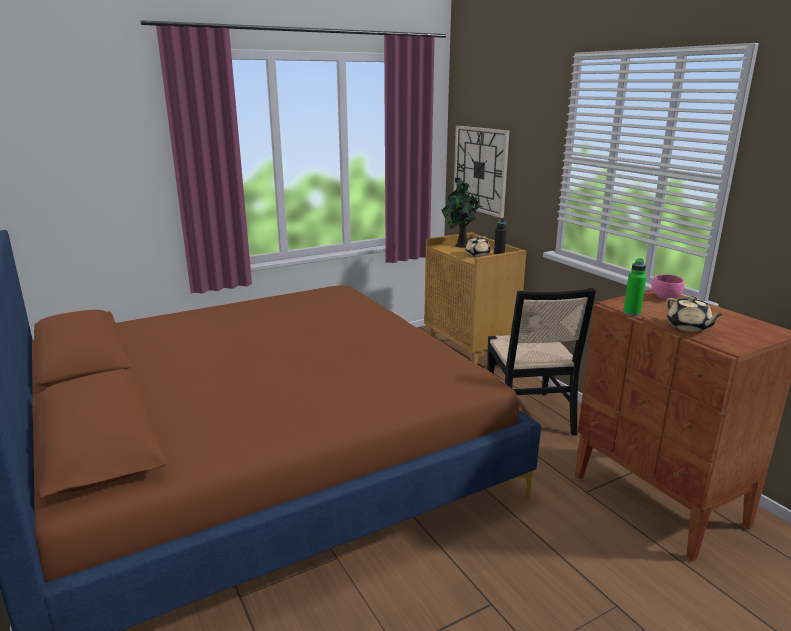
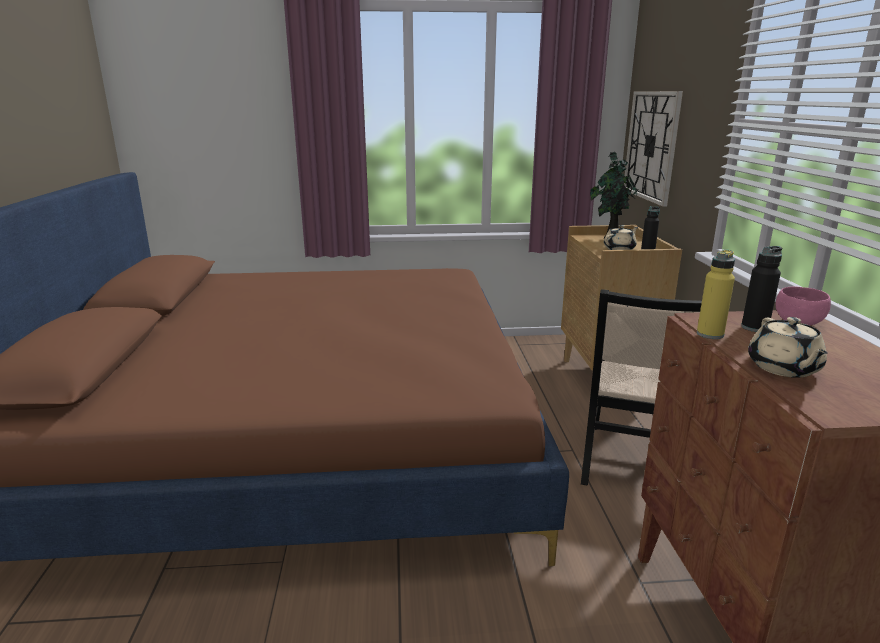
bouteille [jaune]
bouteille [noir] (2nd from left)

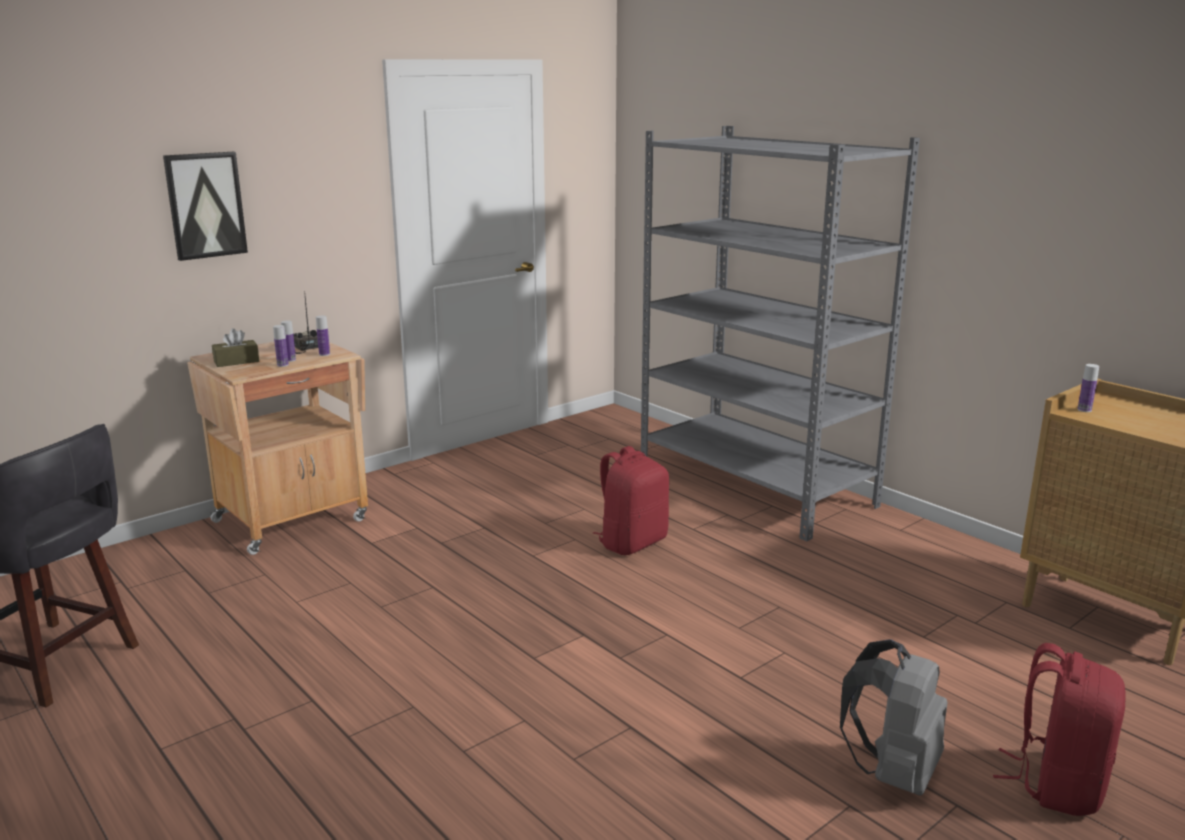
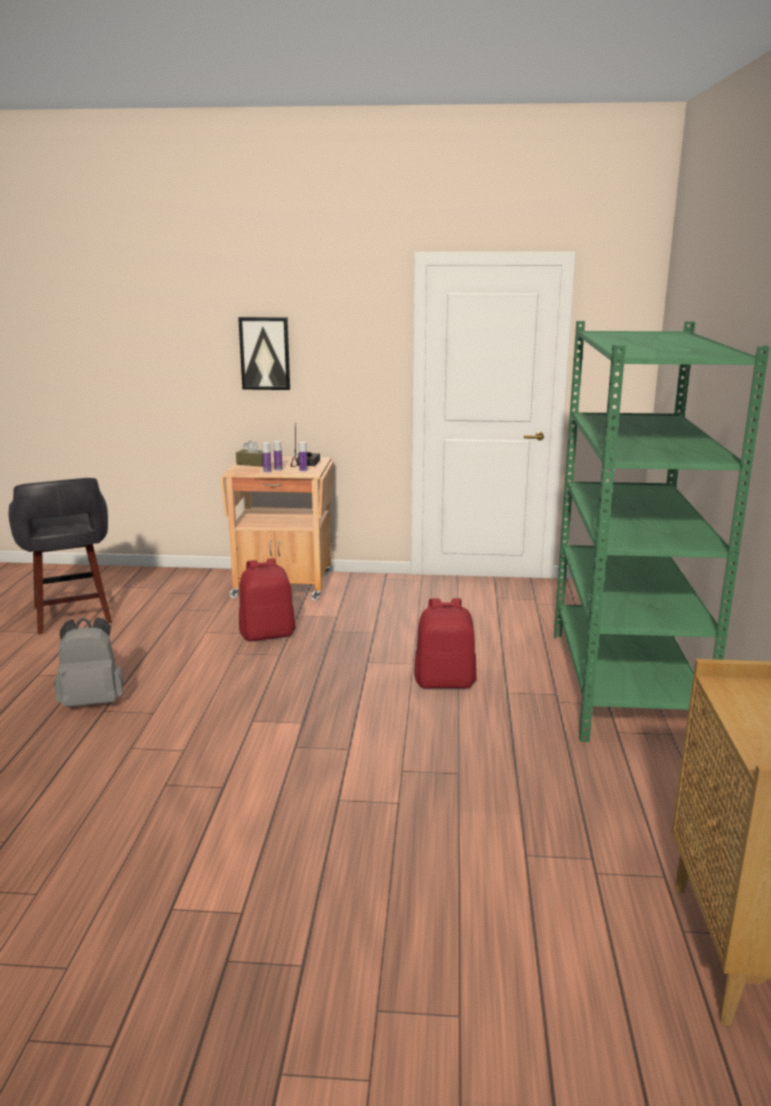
bibliothèque [vert]
bouteille (4th from left in the first image)
sac à dos [gris]
sac à dos [rouge] (1st from left)

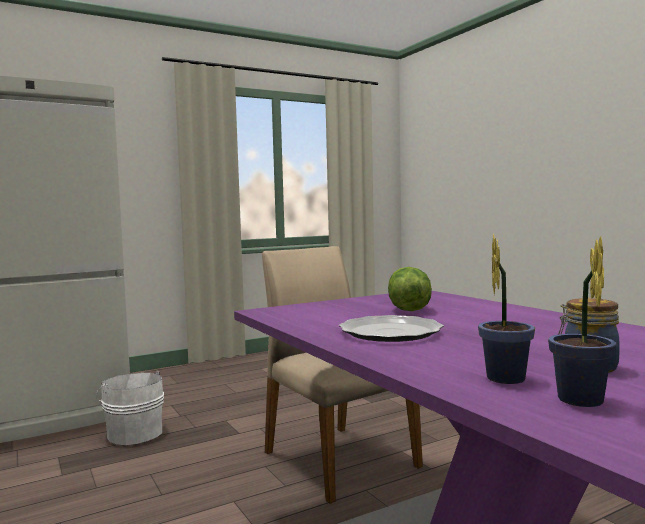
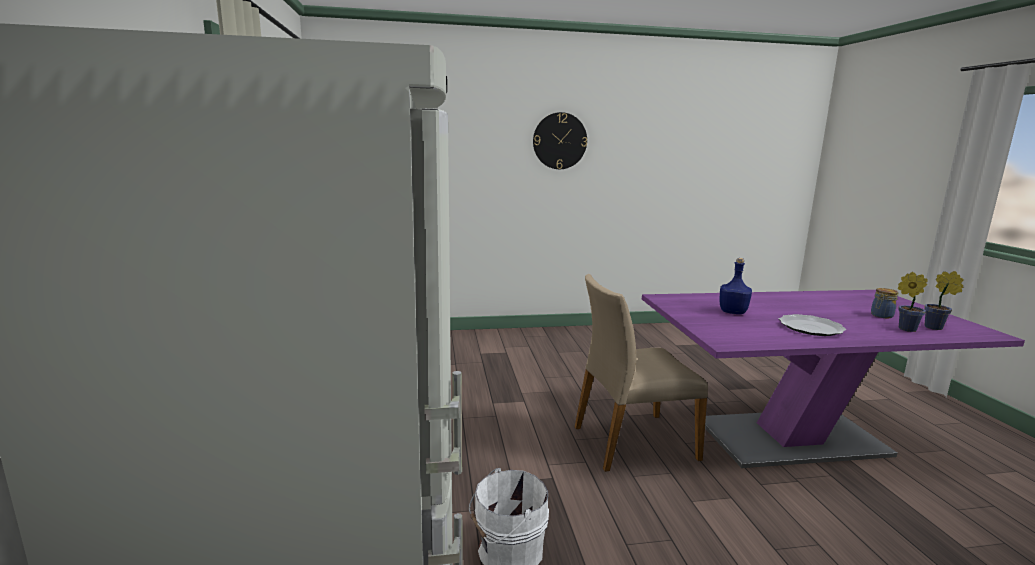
bouteille [bleu]
horloge murale

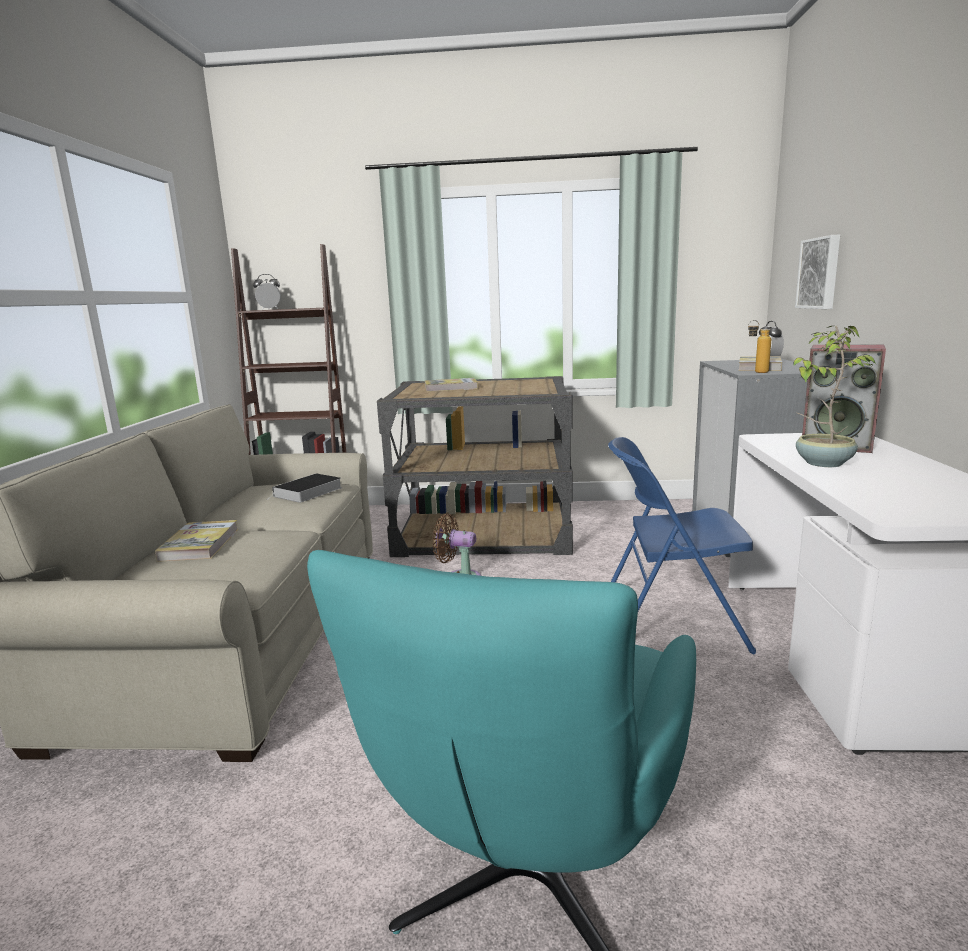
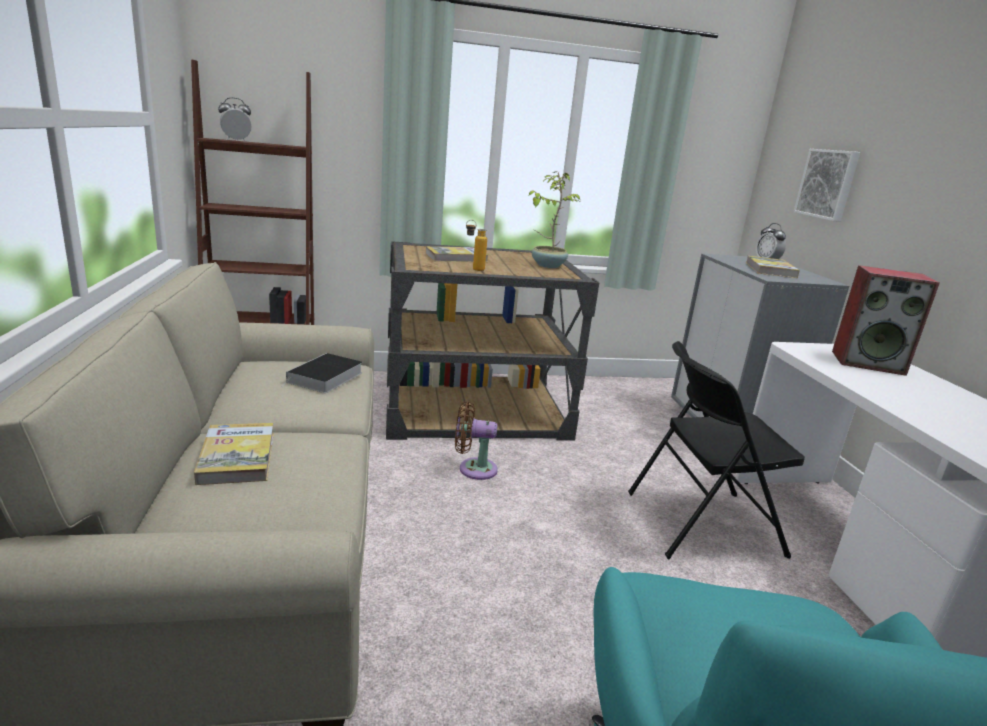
bouteille
plante en pot
chaise [noir]

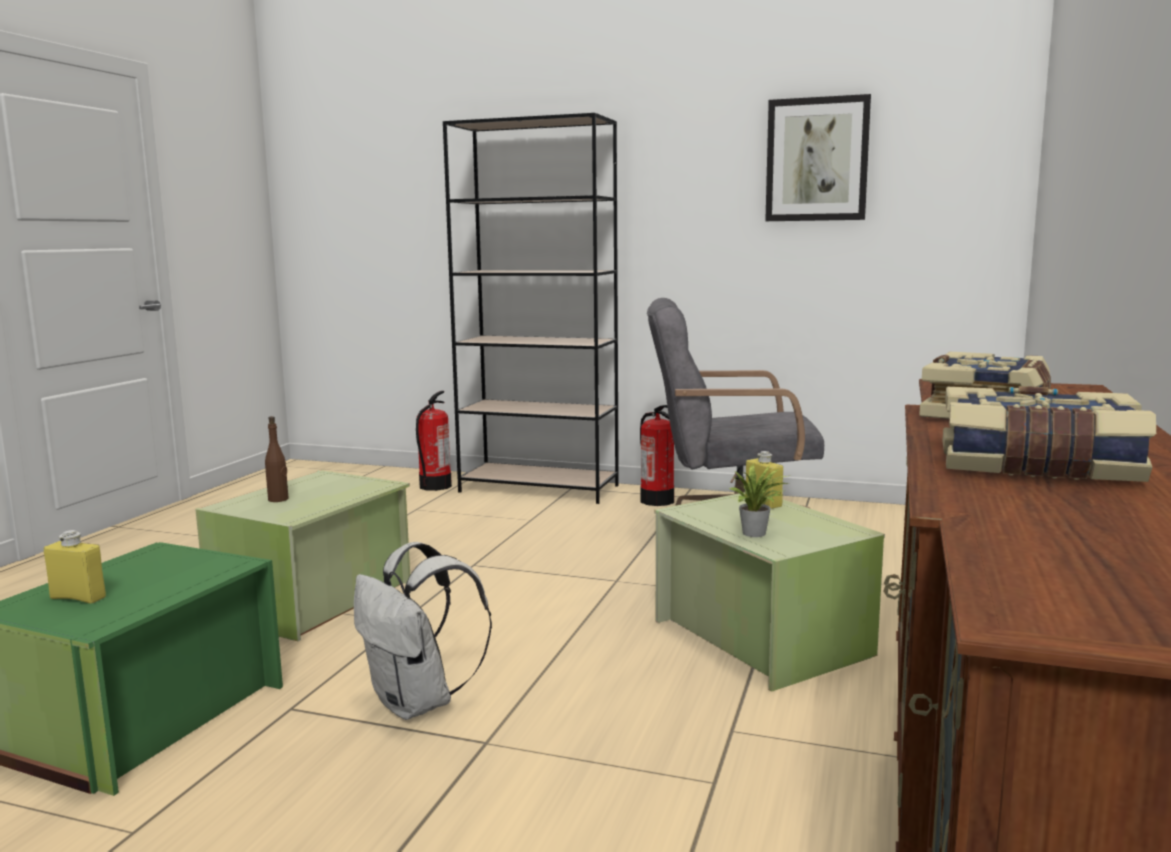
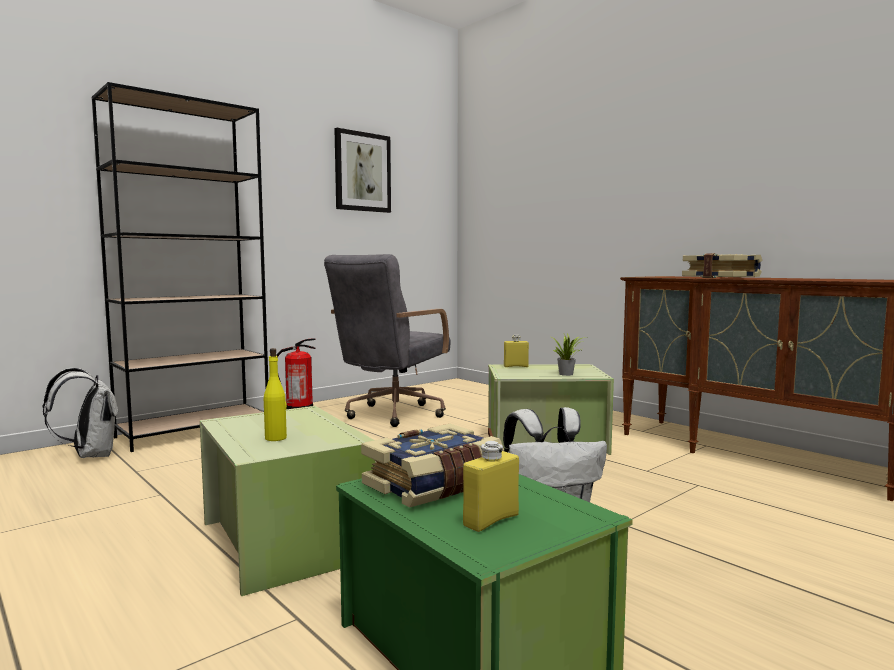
livre (1st from left)
sac à dos [blanc] (1st from left)
bouteille [jaune] (1st from left)

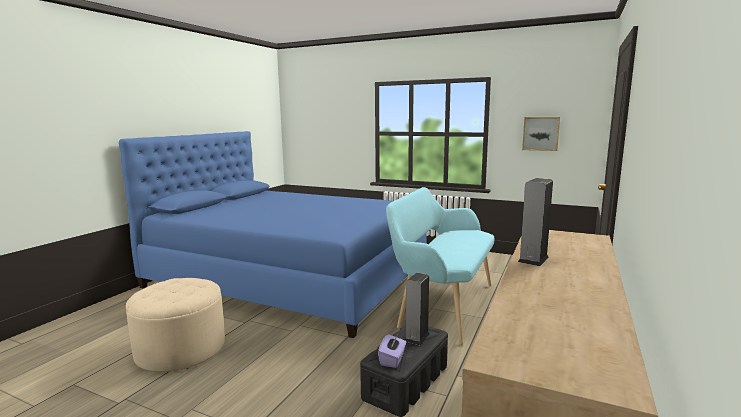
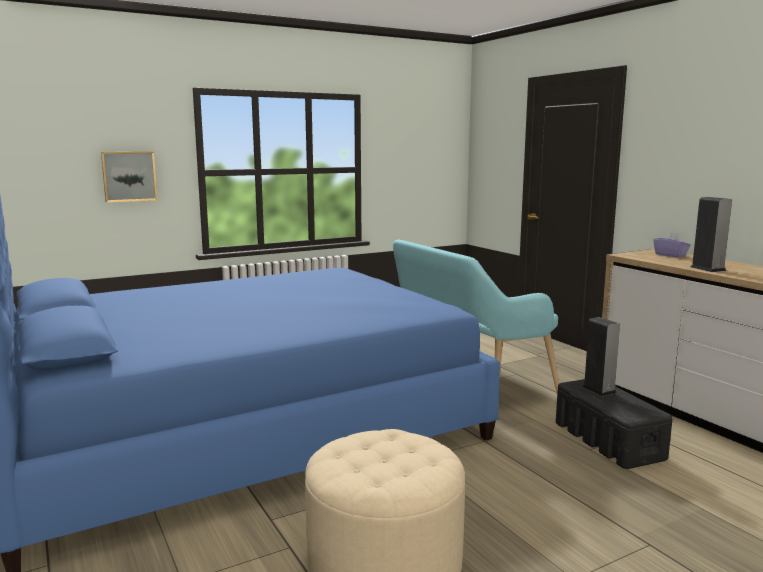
tableau
boîte à mouchoirs [violet]

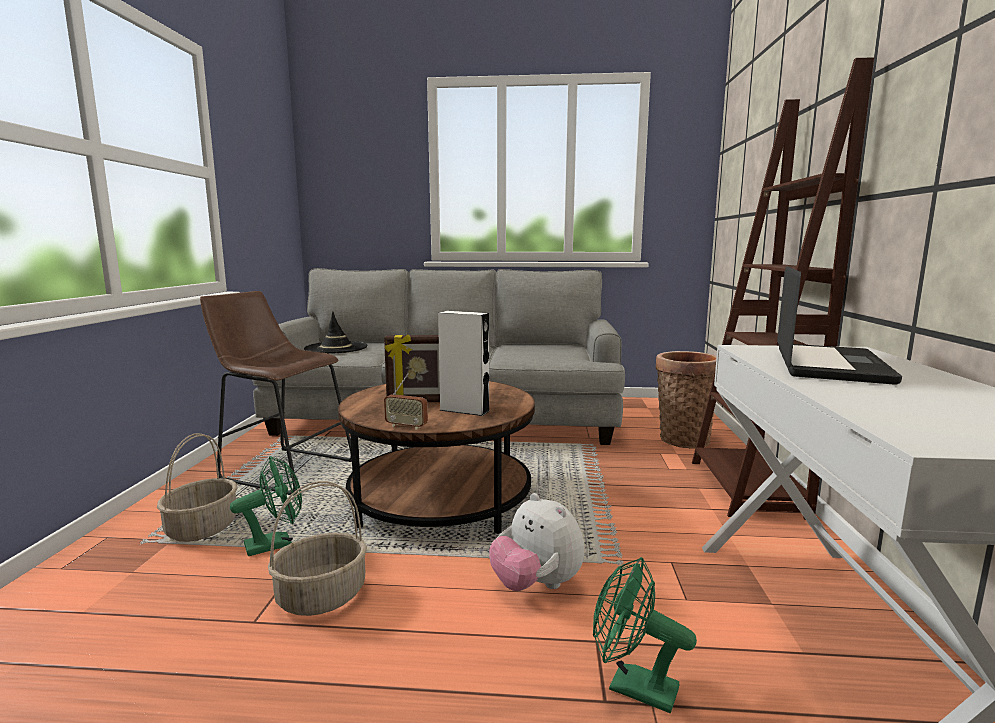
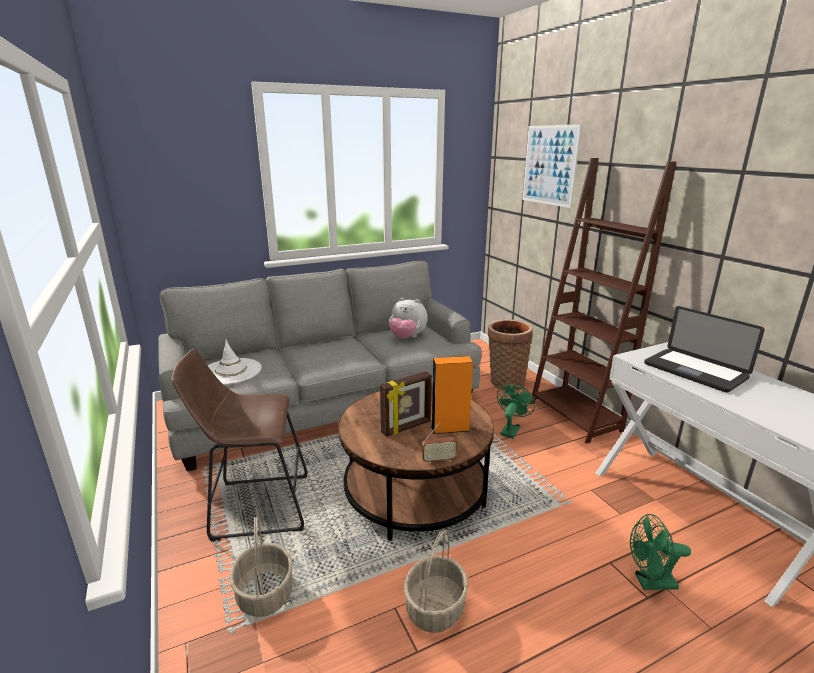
ordinateur portable
enceinte [orange]
chapeau [blanc]
ventilateur [vert] (1st from left)
peluche
tableau

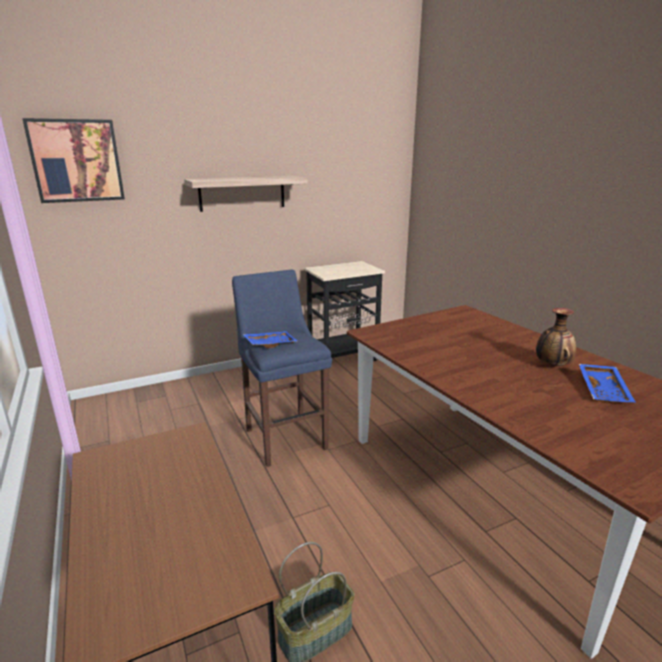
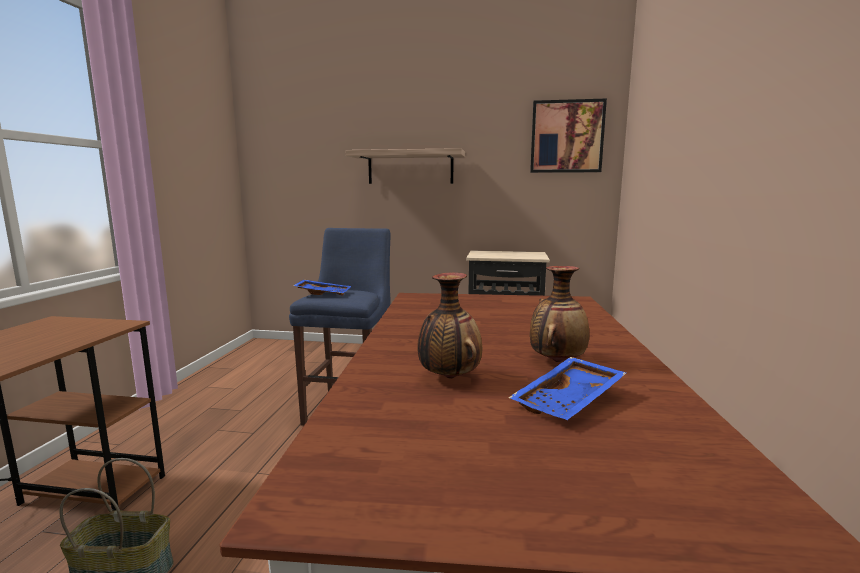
tableau
vase (1st from left)

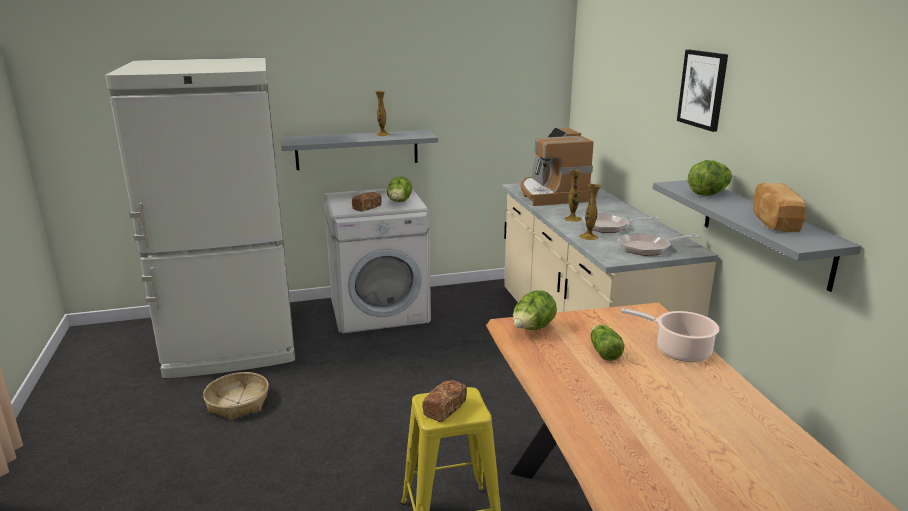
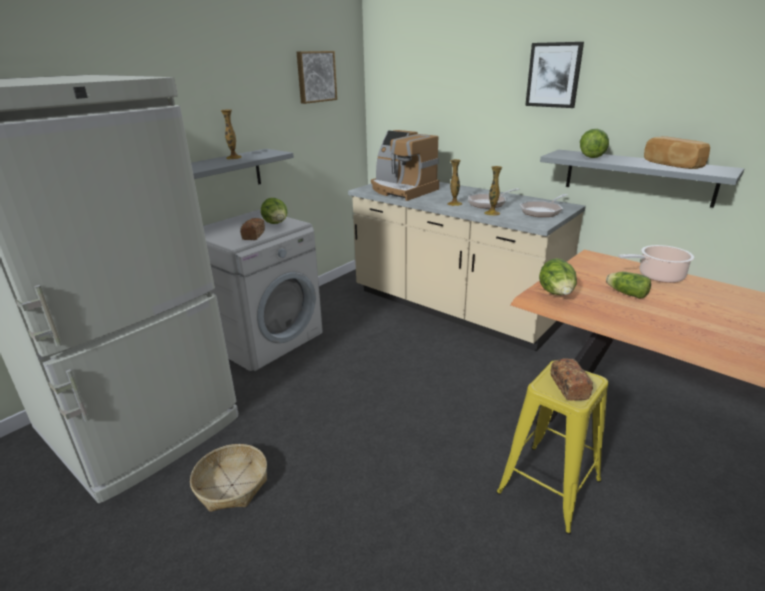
tableau (1st from left)

